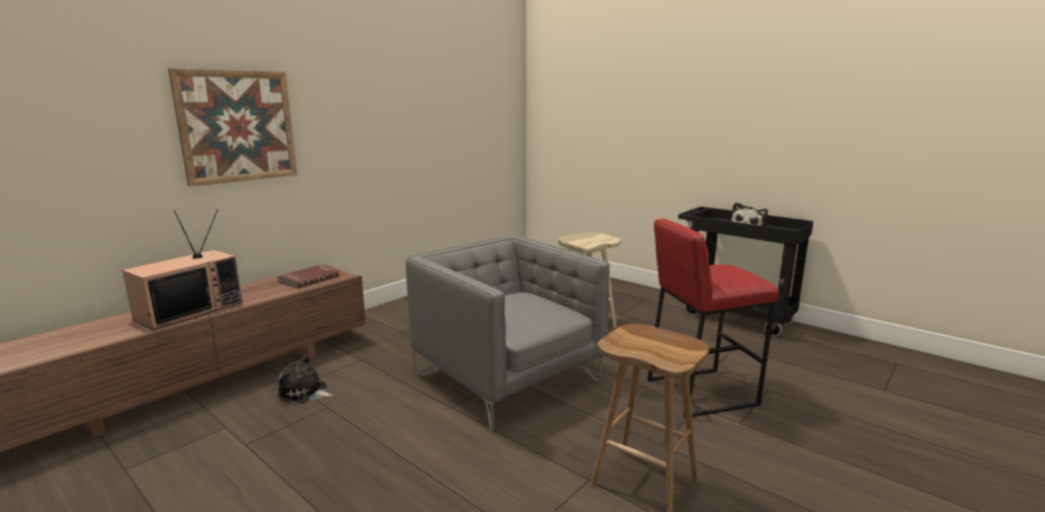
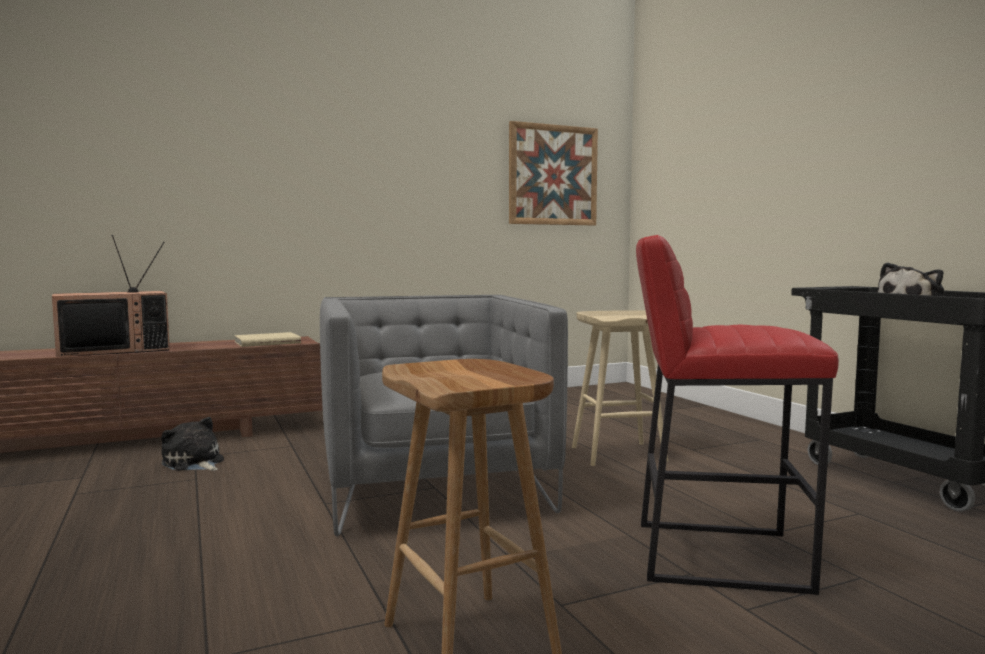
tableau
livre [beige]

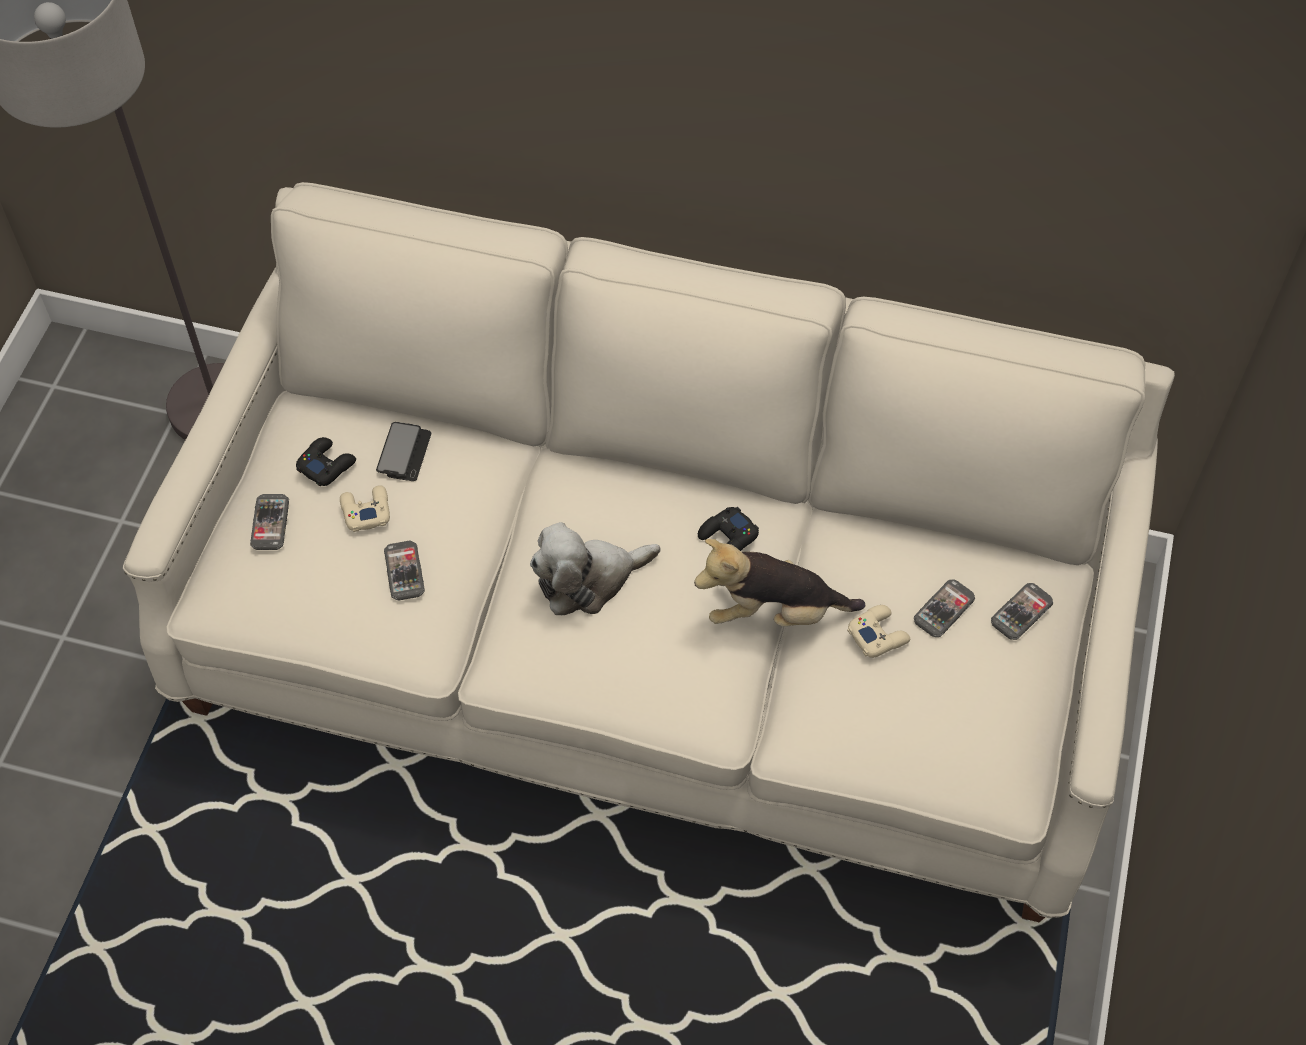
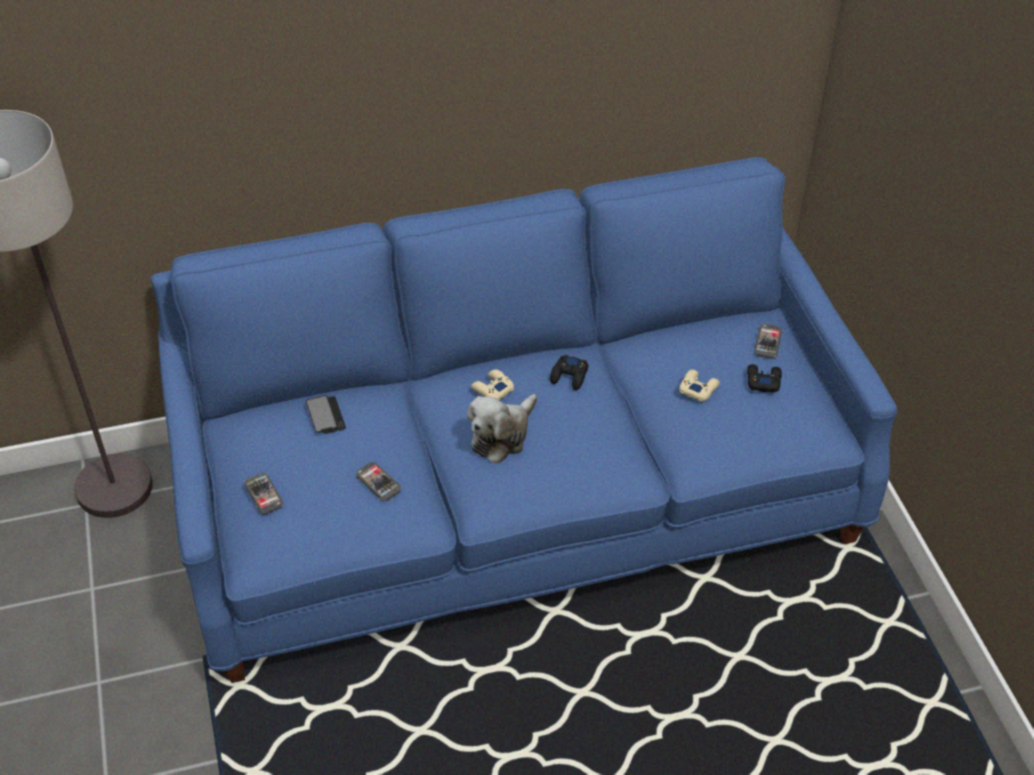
canapé [bleu]
manette [noir] (2nd from left)
manette [beige] (1st from left)
peluche (2nd from left in the first image)
téléphone (4th from left in the first image)

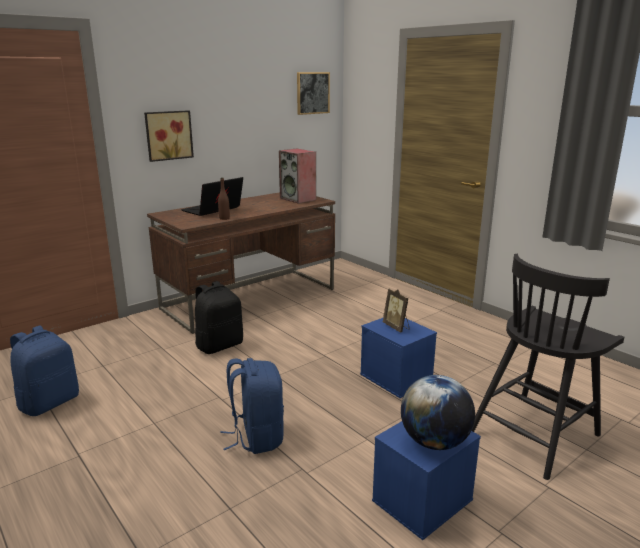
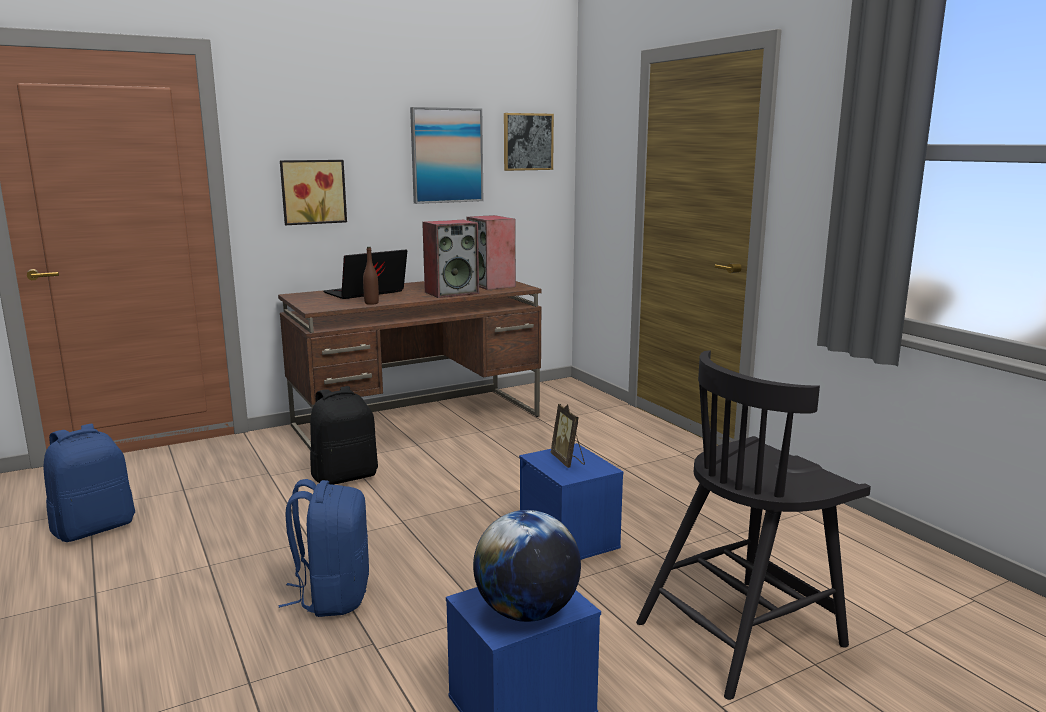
tableau (2nd from left)
enceinte (1st from left)

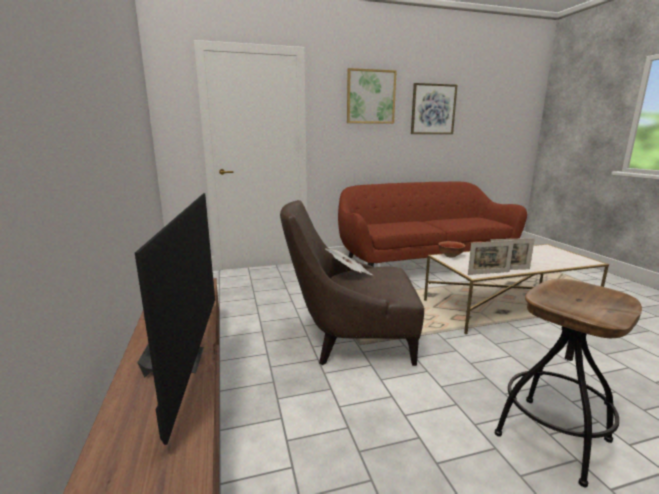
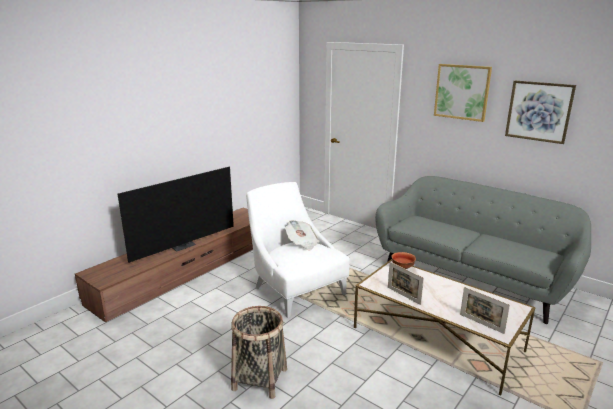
canapé [gris]
fauteuil [blanc]
cadre photo (2nd from left)
panier

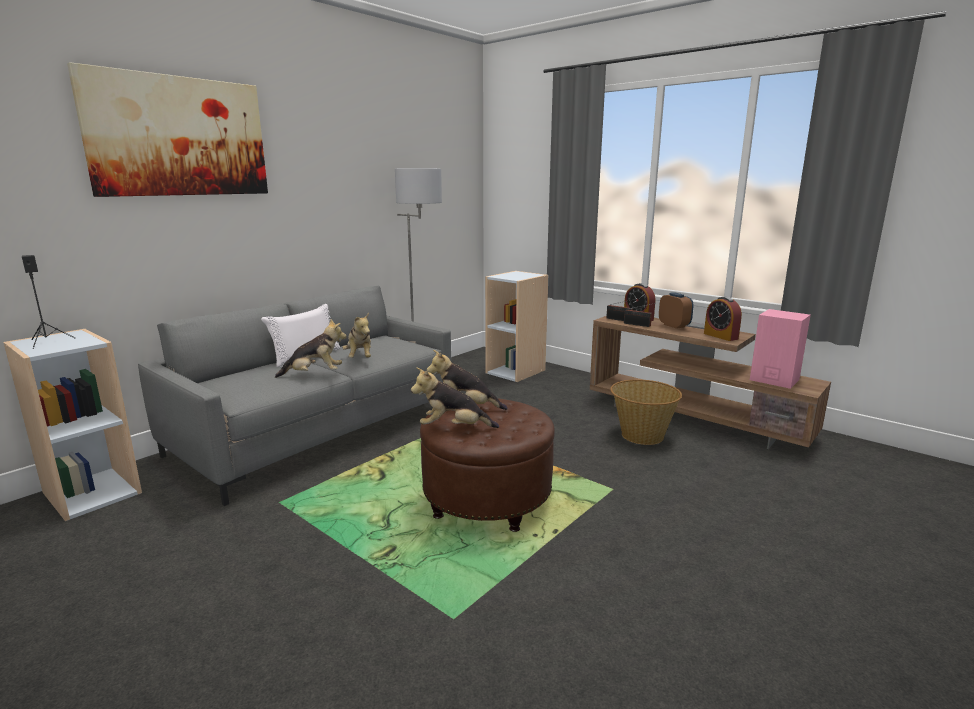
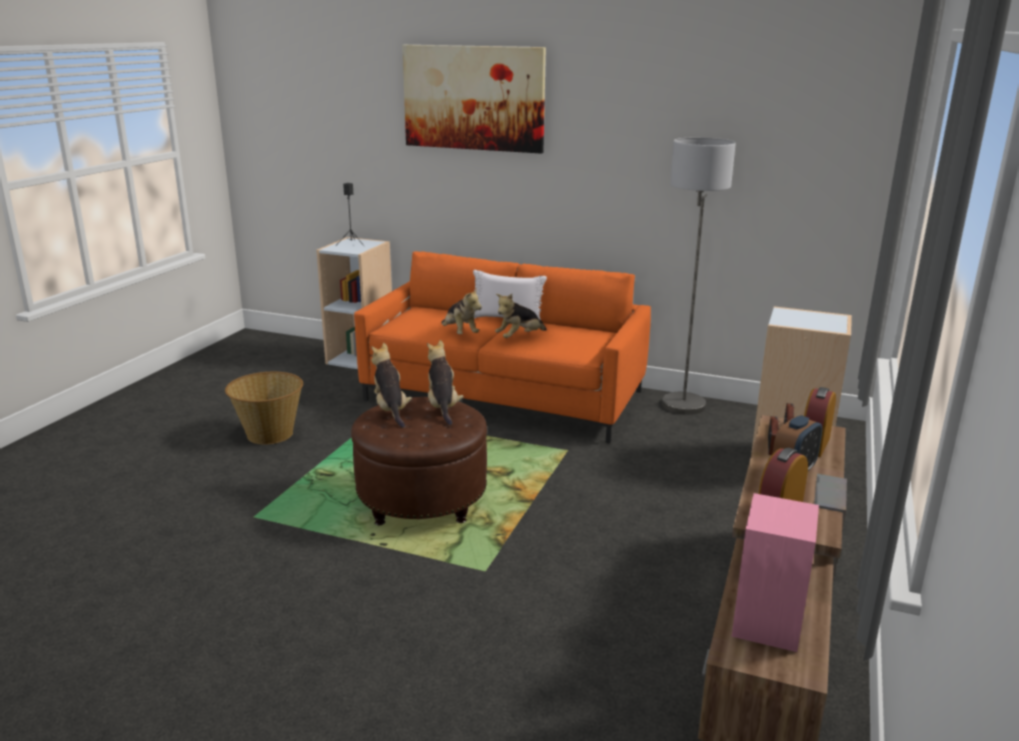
canapé [orange]
panier

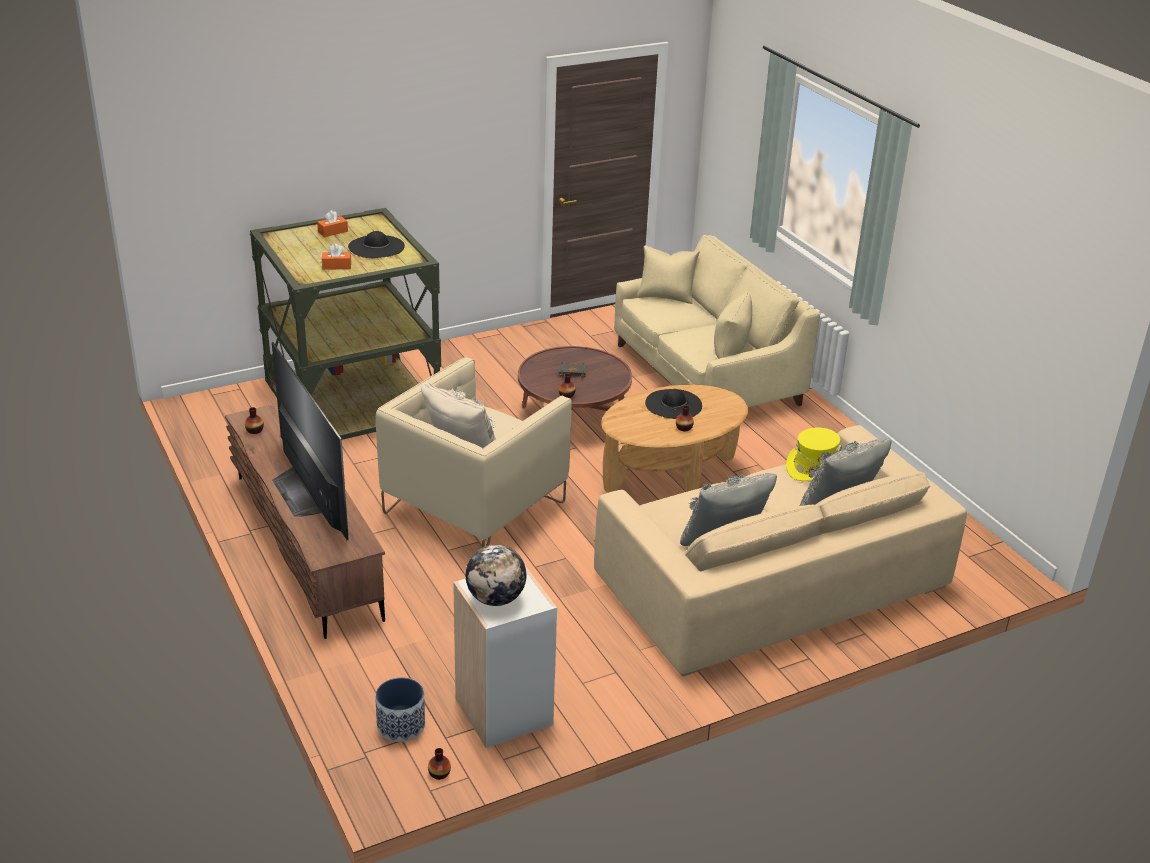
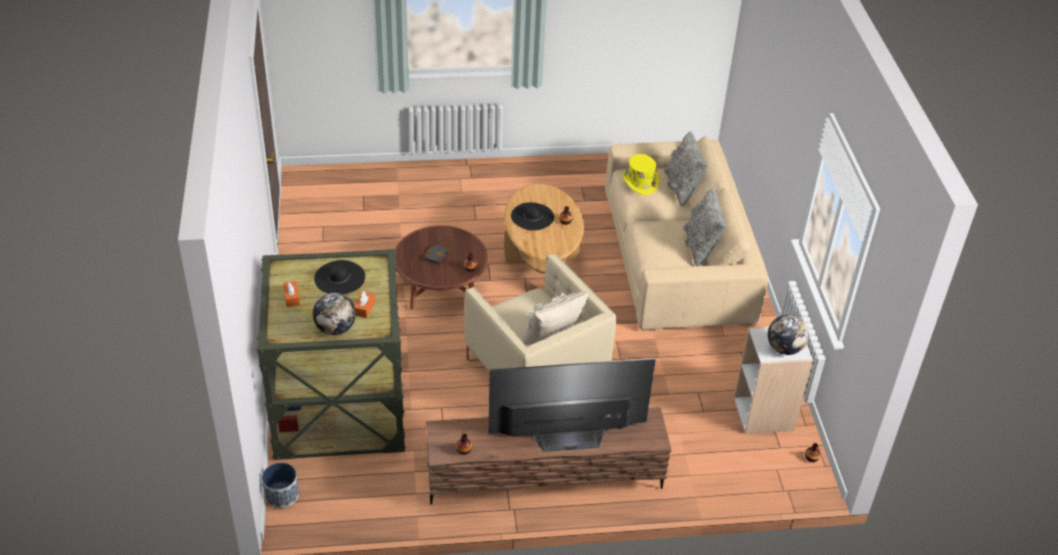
canapé [beige] (1st from left in the first image)
cache-pot
globe (1st from left)

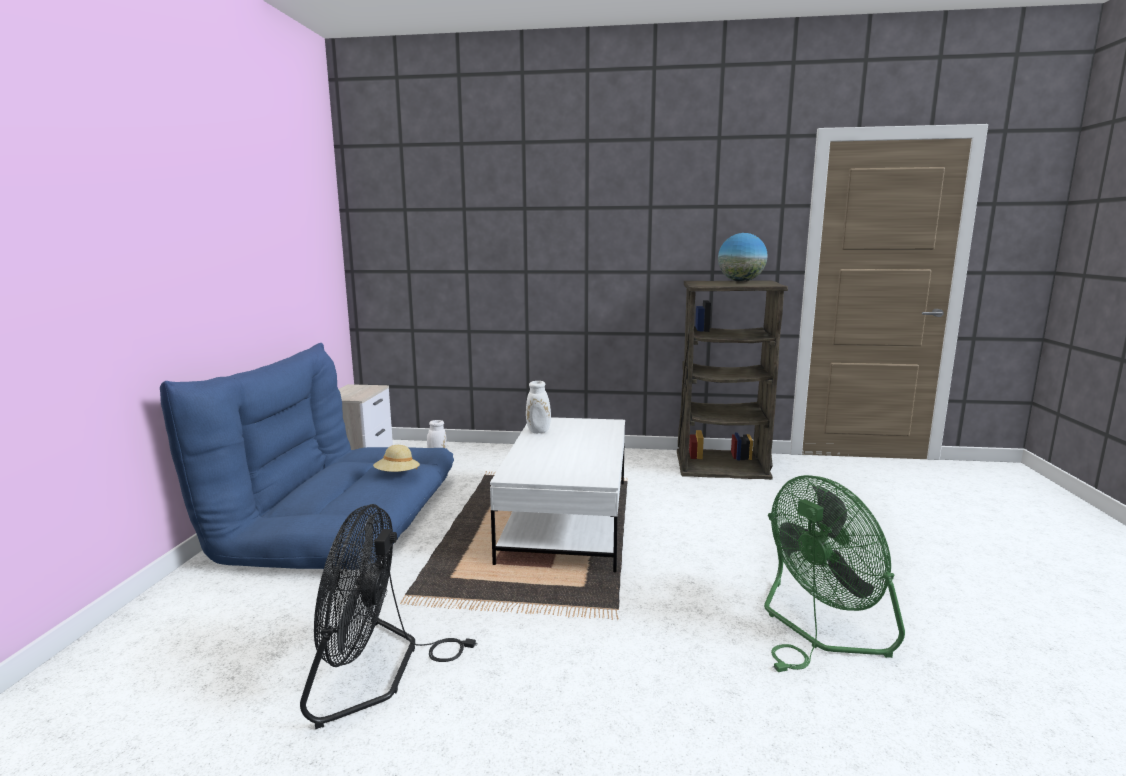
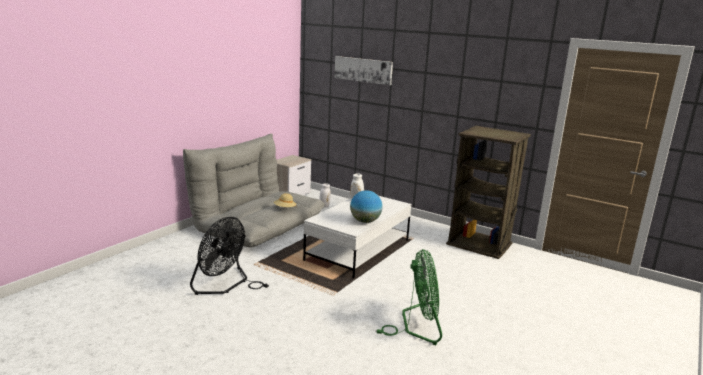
globe
canapé [gris]
tableau

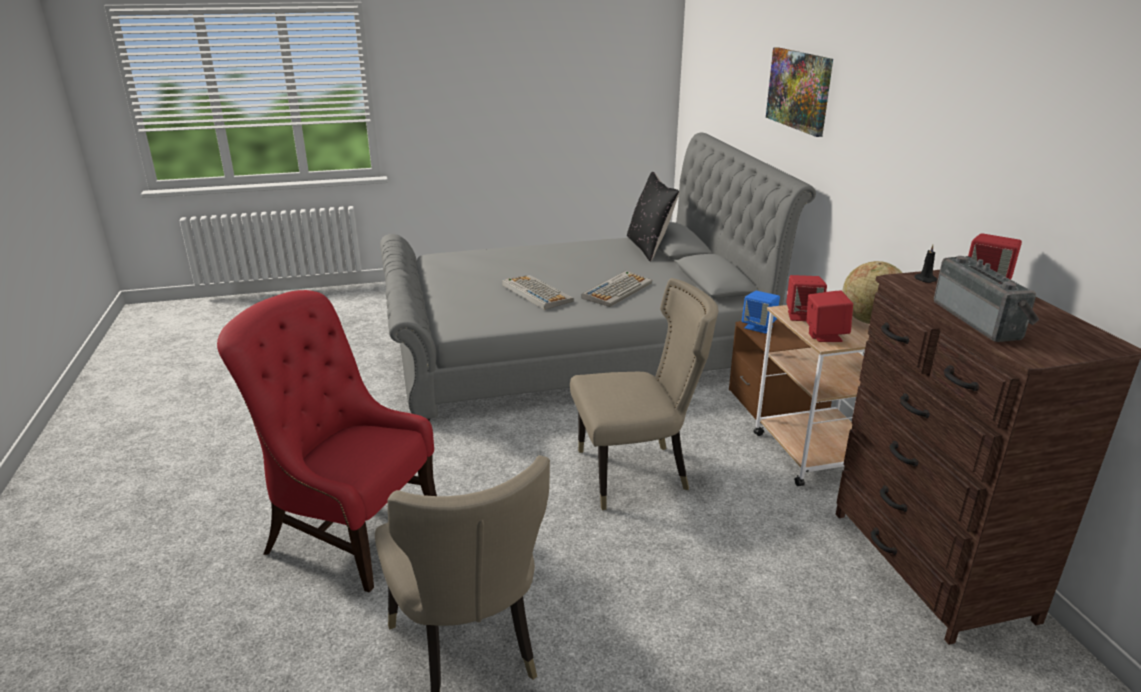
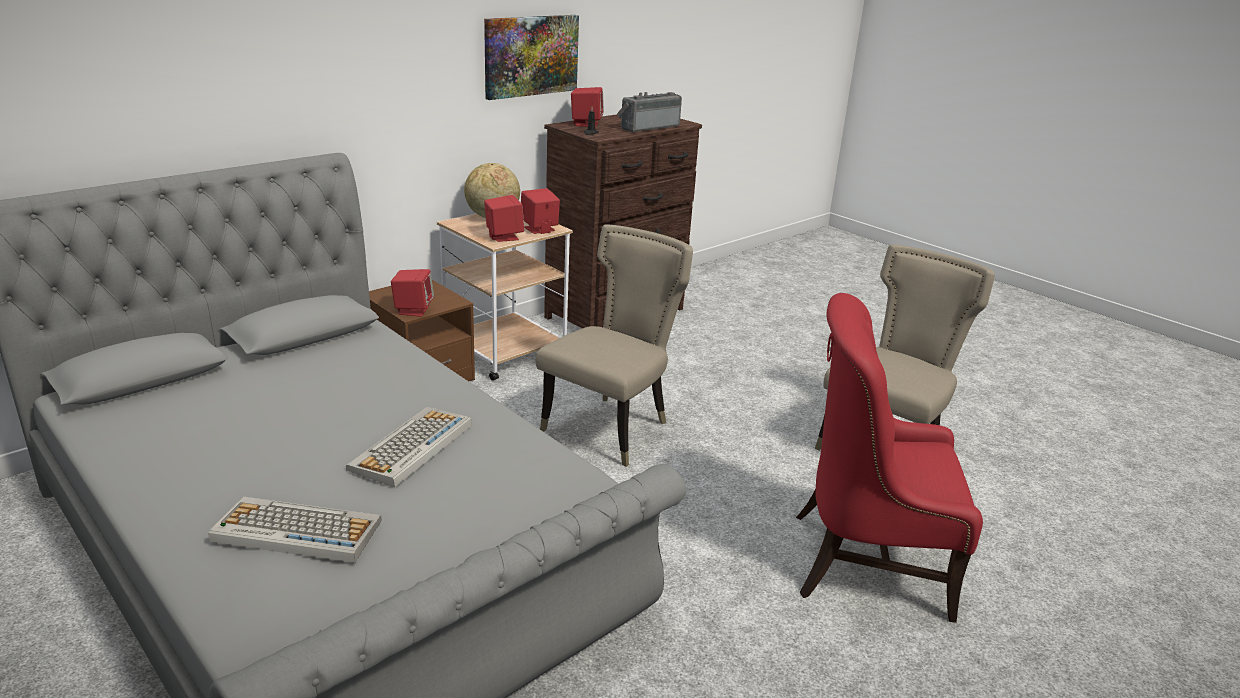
tableau
coussin [noir]
clavier (1st from left)
chaise [beige] (1st from left)
chaise [rouge]
enceinte [rouge] (1st from left)

